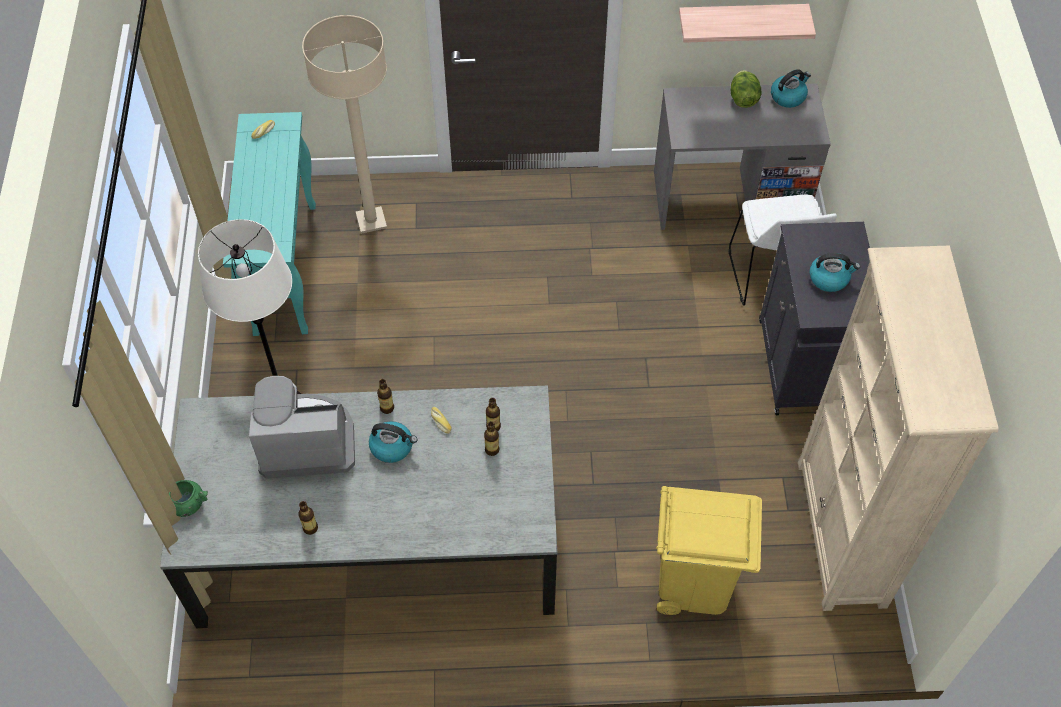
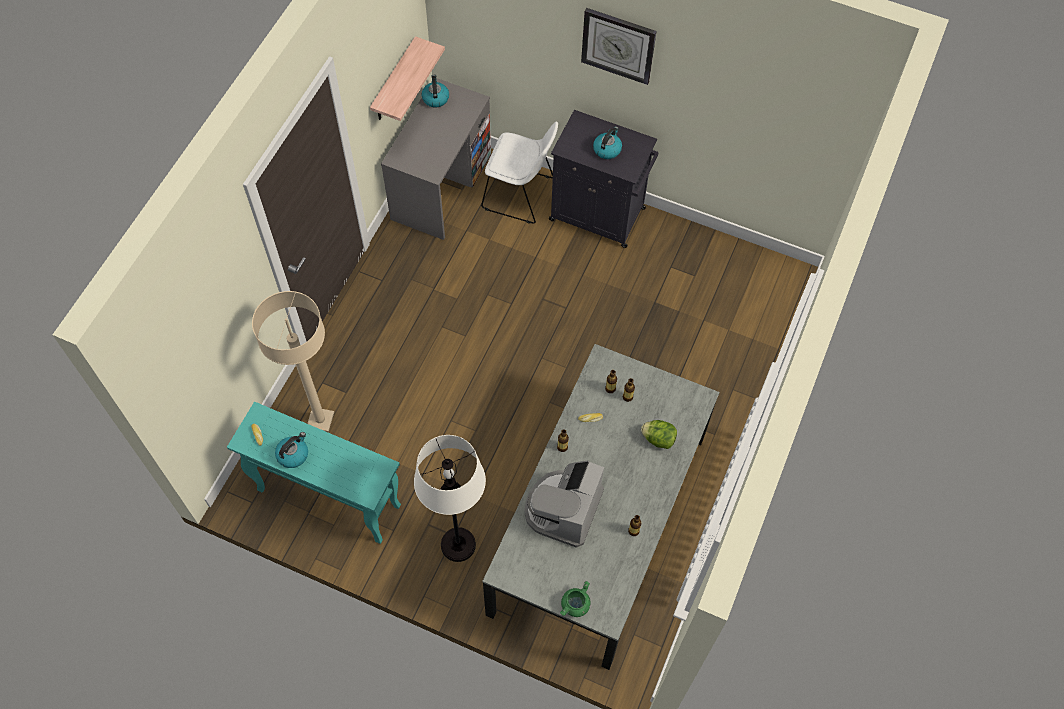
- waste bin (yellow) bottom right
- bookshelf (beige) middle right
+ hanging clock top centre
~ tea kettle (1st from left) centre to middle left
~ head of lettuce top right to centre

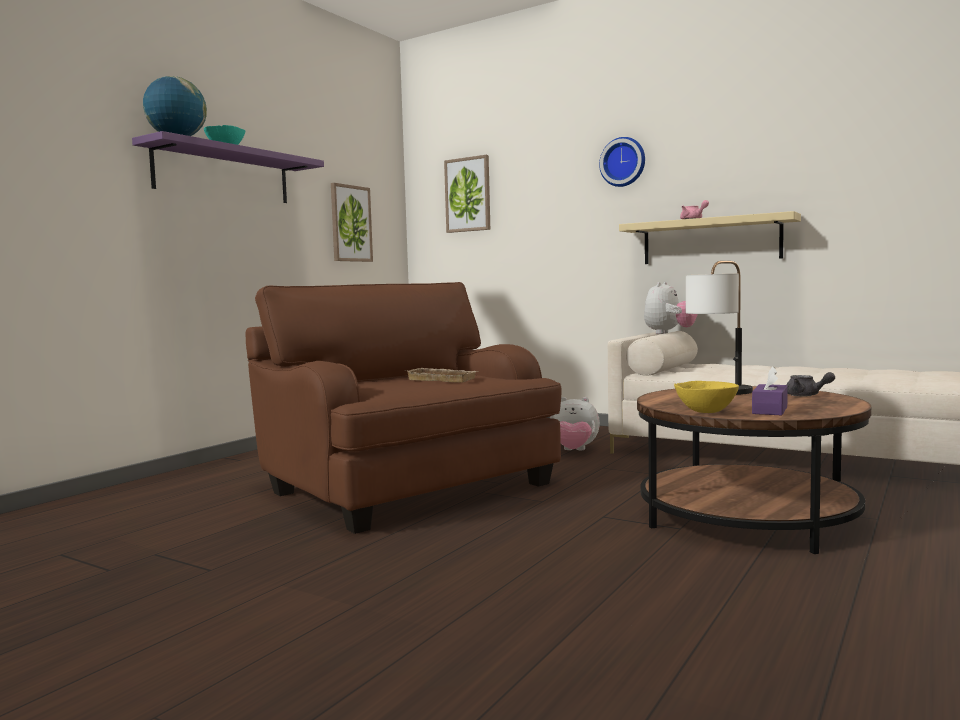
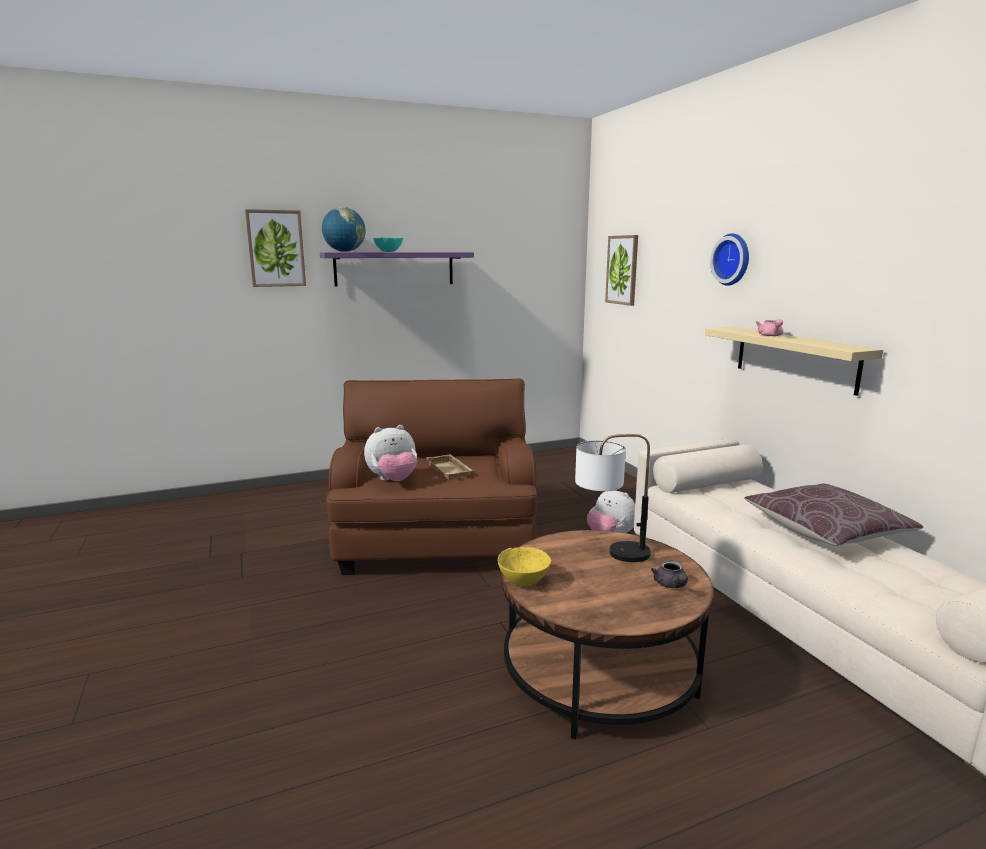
- tissue box (purple-coloured) middle right
+ cushion (brown) middle right
~ picture (1st from left) top centre to top left
~ cuddly toy (2nd from left in the first image) middle right to cuddly toy (1st from left) centre

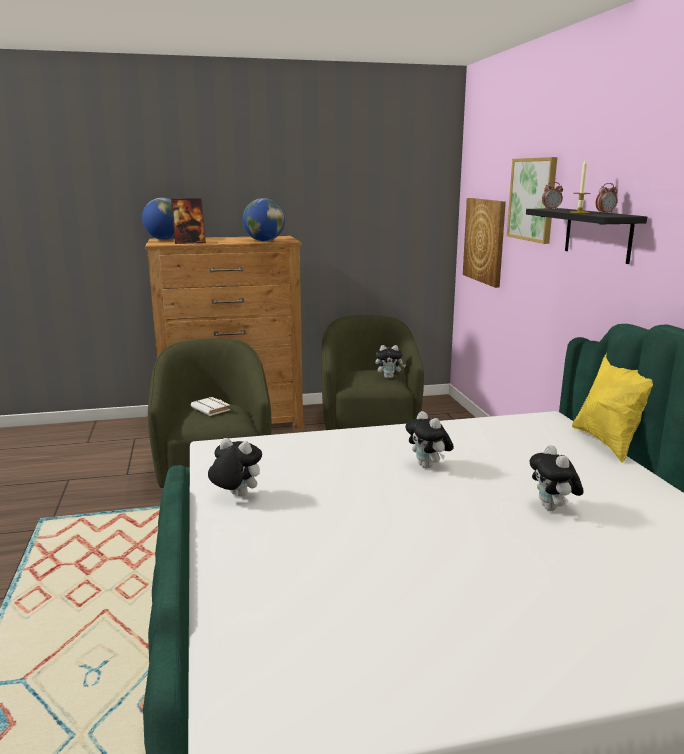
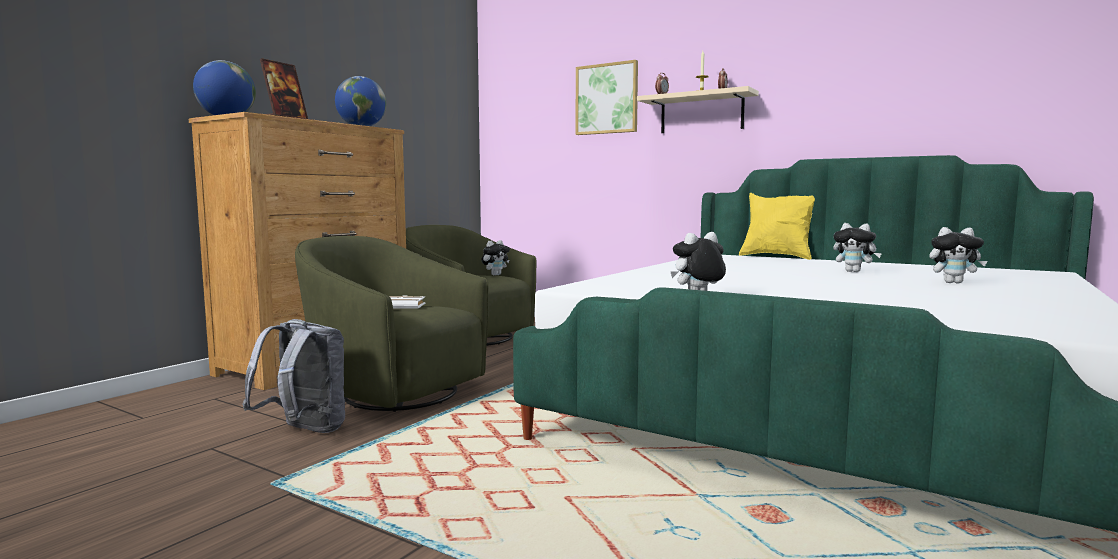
- picture (1st from left) top right
+ rucksack (grey) bottom left
~ cuddly toy (3rd from left in the first image) centre to cuddly toy (4th from left) middle right
~ bracket shelf (black) top right to bracket shelf (beige) top centre

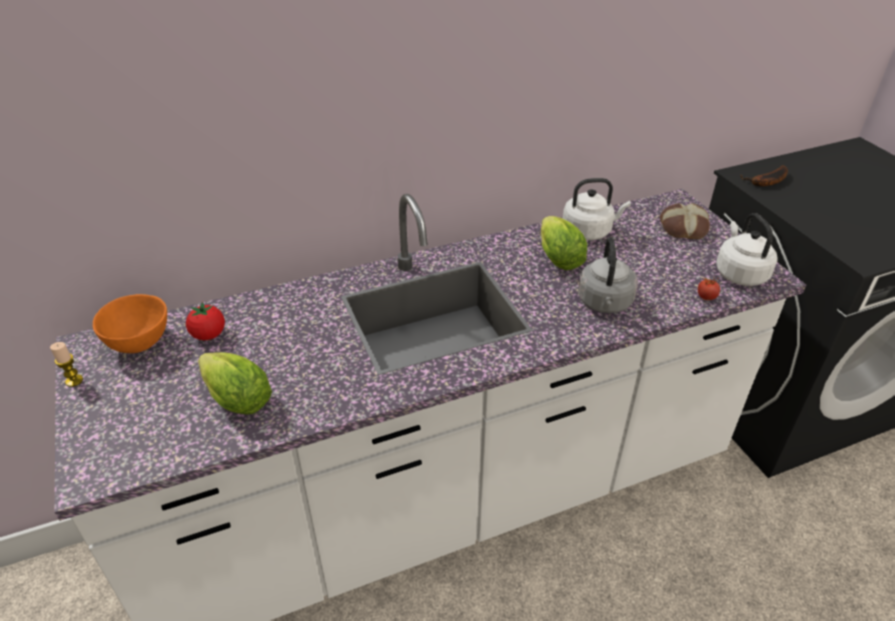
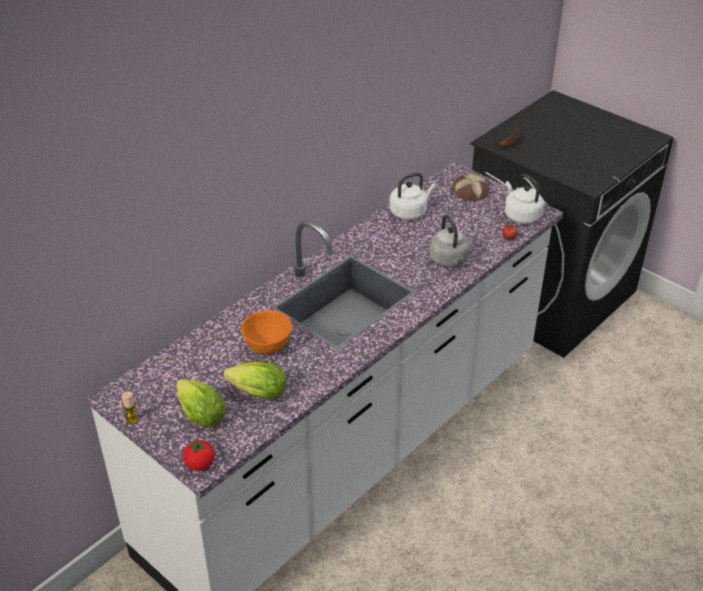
~ serving bowl (orange) middle left to centre
~ tomato (1st from left) middle left to bottom left
~ head of lettuce (2nd from left in the first image) centre to head of lettuce (1st from left) bottom left

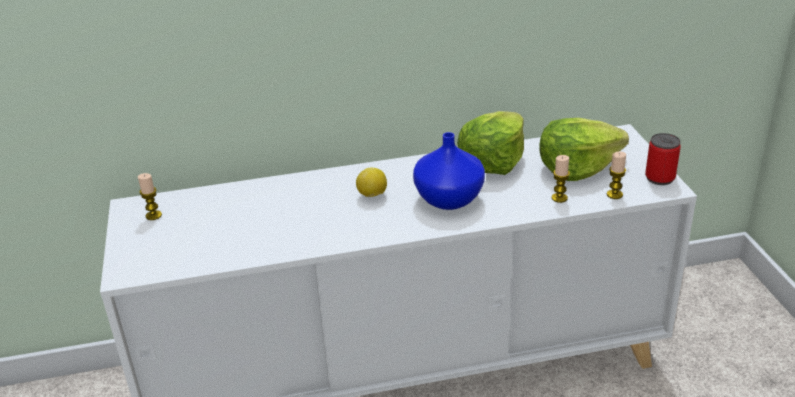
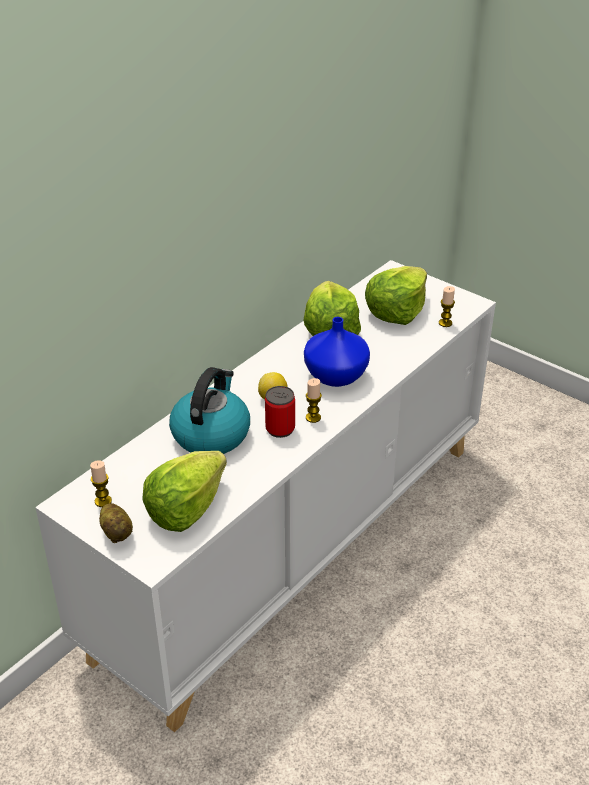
+ spud middle left
+ head of lettuce (1st from left) middle left
+ tea kettle centre
~ wax candle (2nd from left) middle right to centre
~ metal can middle right to centre

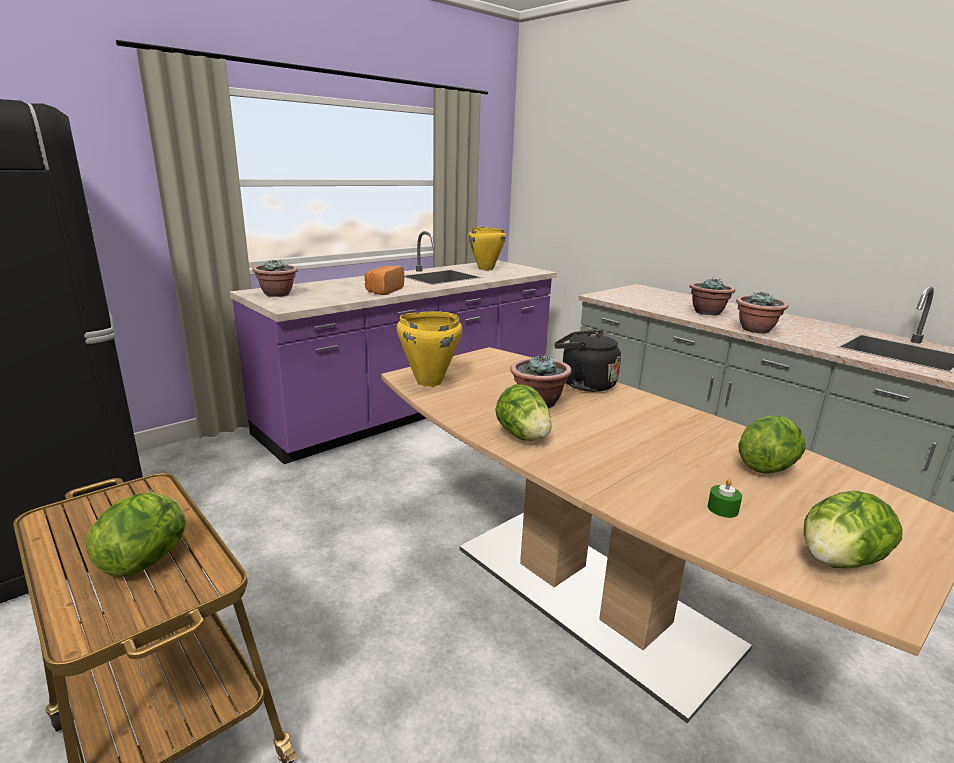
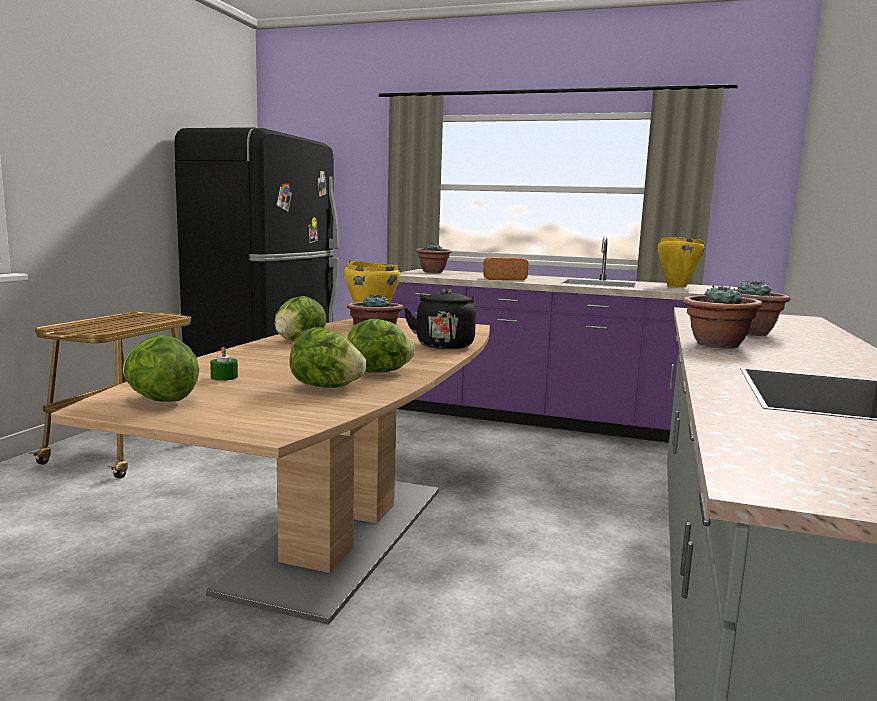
~ head of lettuce (1st from left in the first image) bottom left to head of lettuce (4th from left) centre

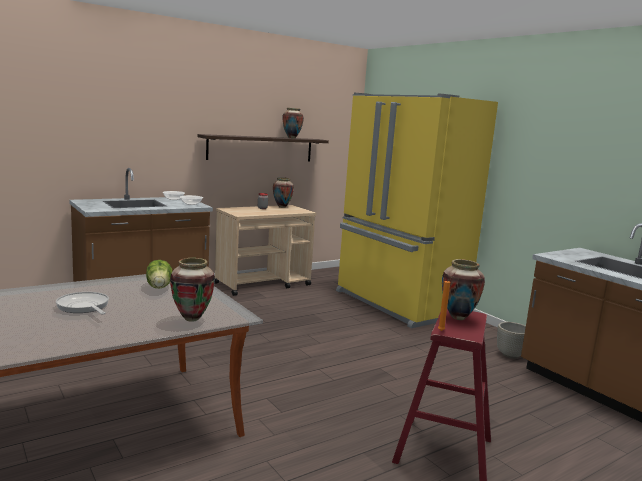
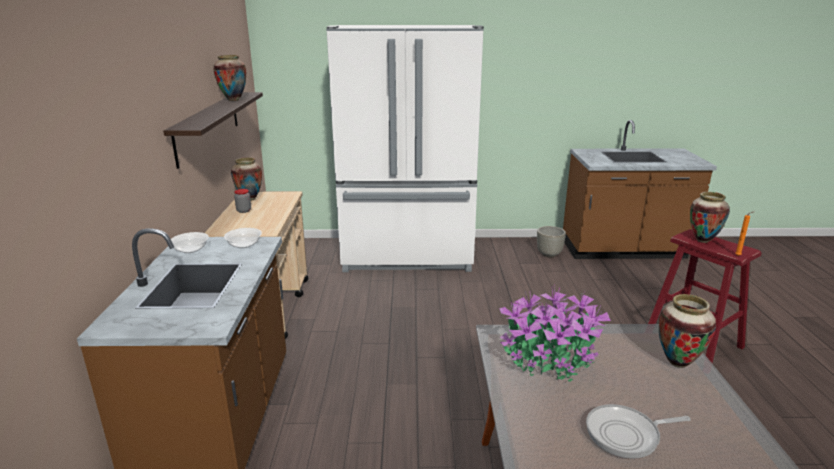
~ head of lettuce middle left to plant in a pot bottom centre
~ refrigerator (yellow) centre to refrigerator (white-coloured) top centre

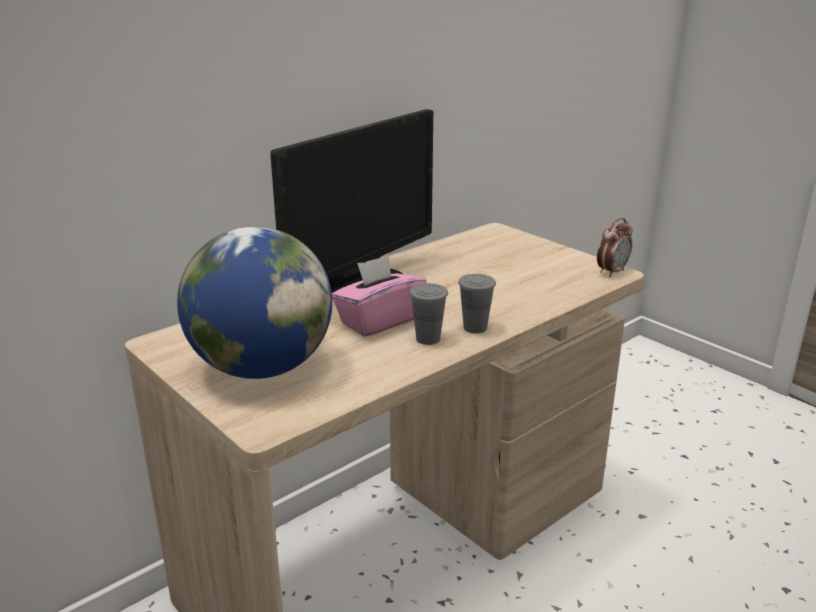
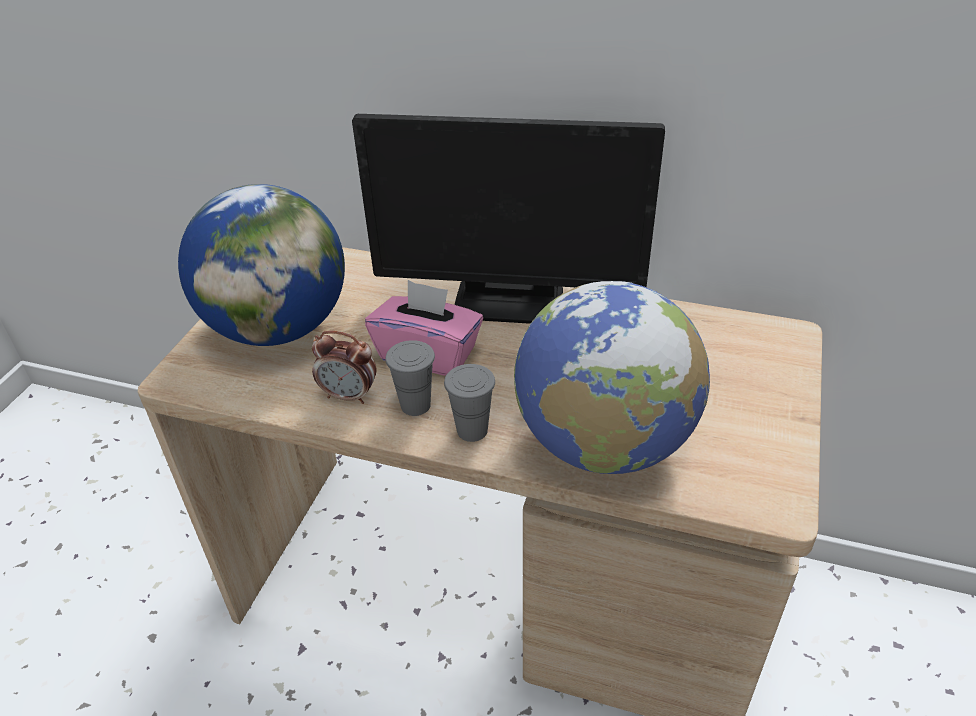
+ desk globe (2nd from left) centre
~ alarm clock middle right to centre

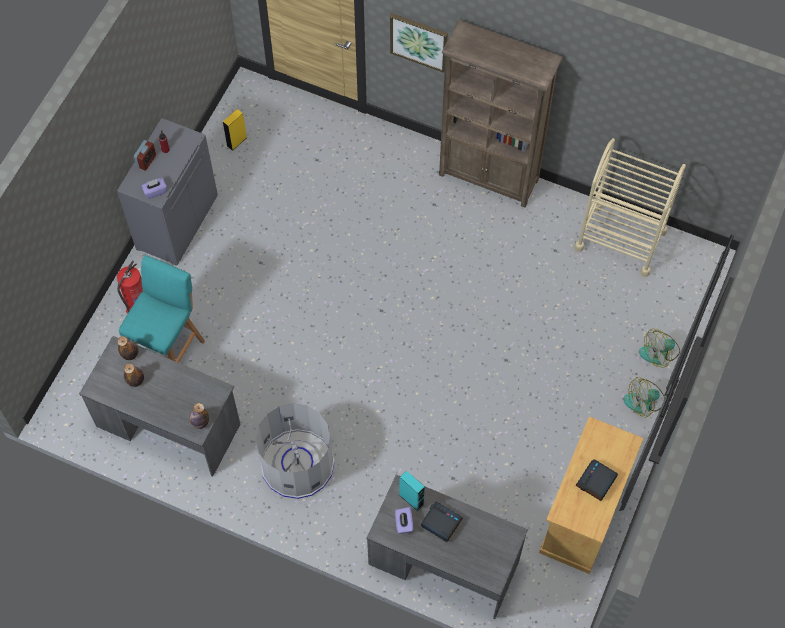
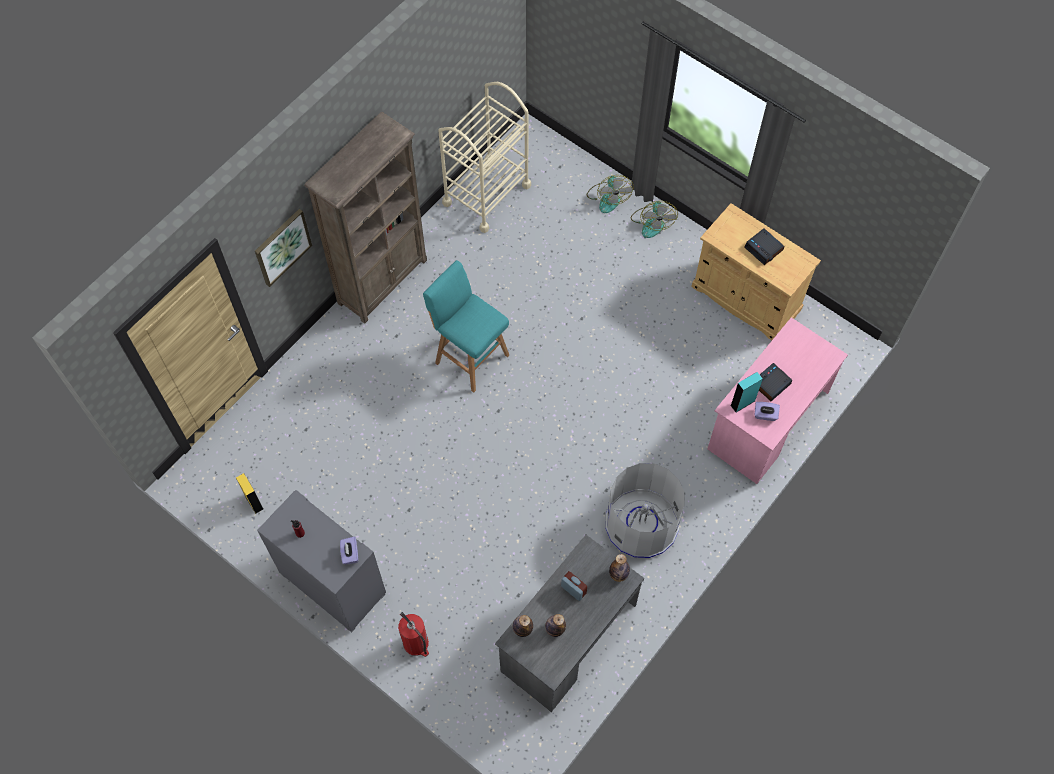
~ sitting stool (turquoise) middle left to centre
~ alarm clock (1st from left) top left to bottom centre
~ desk unit (grey) (2nd from left) bottom centre to desk unit (pink-coloured) middle right

